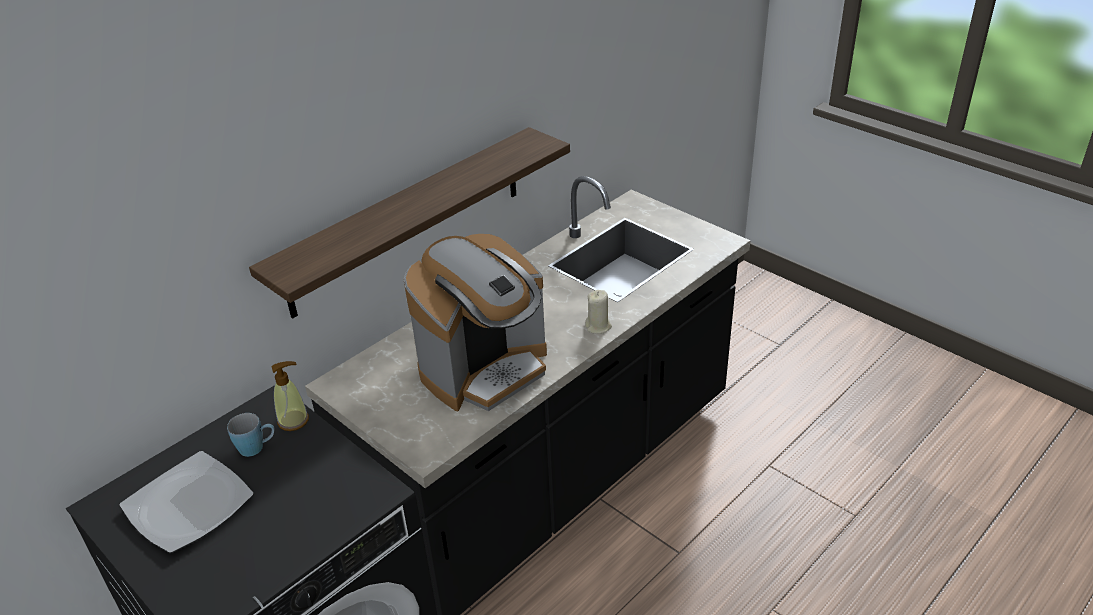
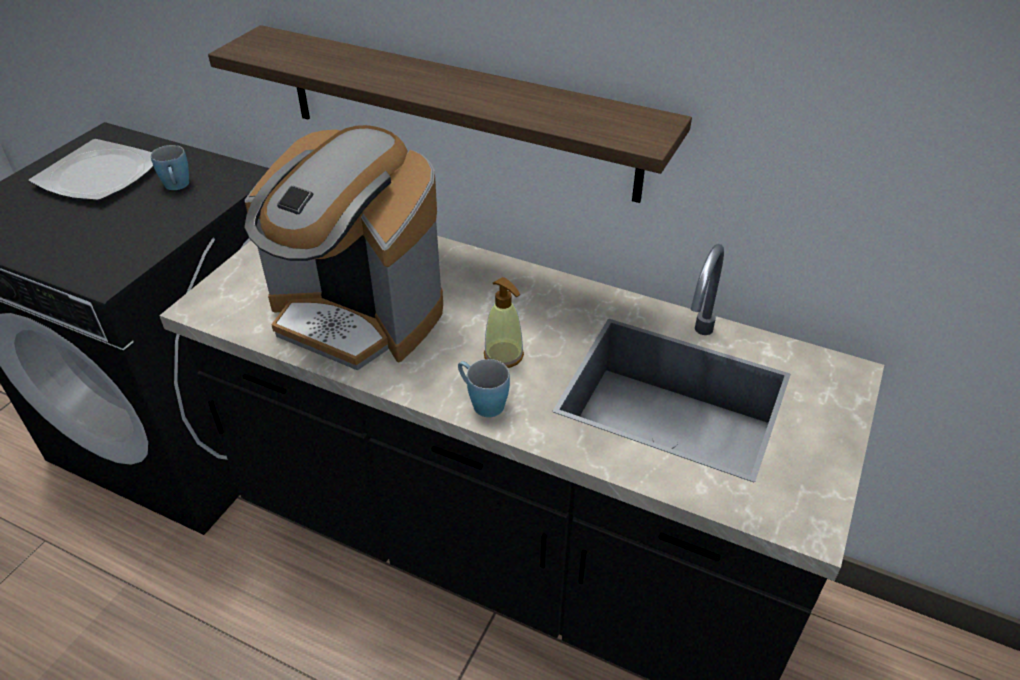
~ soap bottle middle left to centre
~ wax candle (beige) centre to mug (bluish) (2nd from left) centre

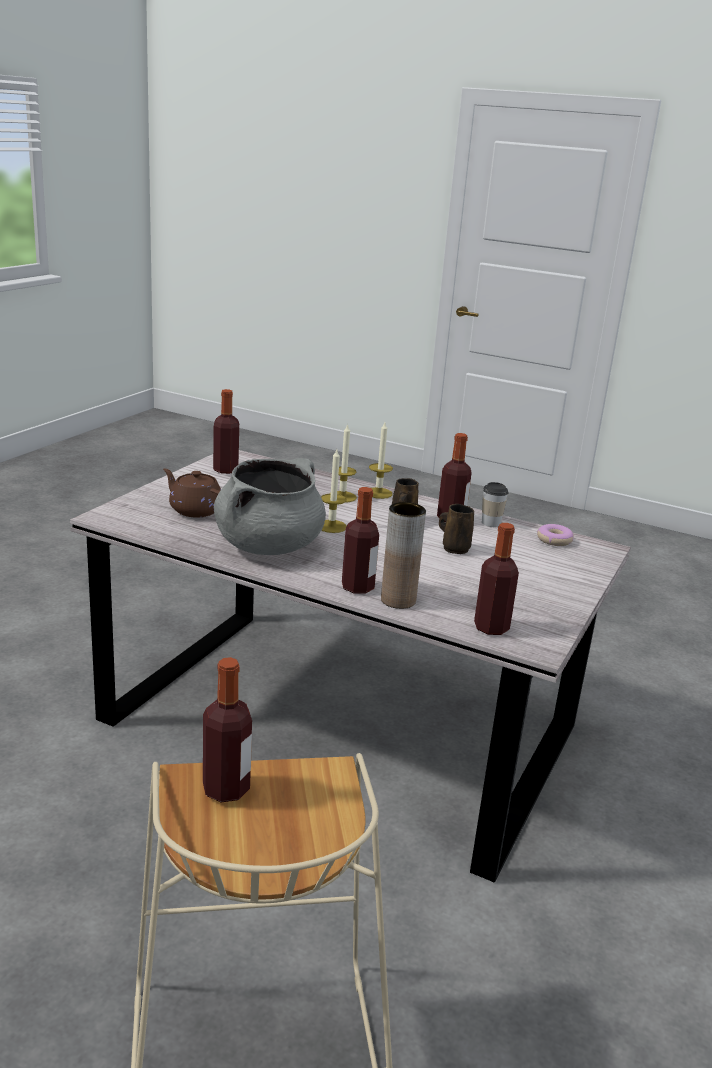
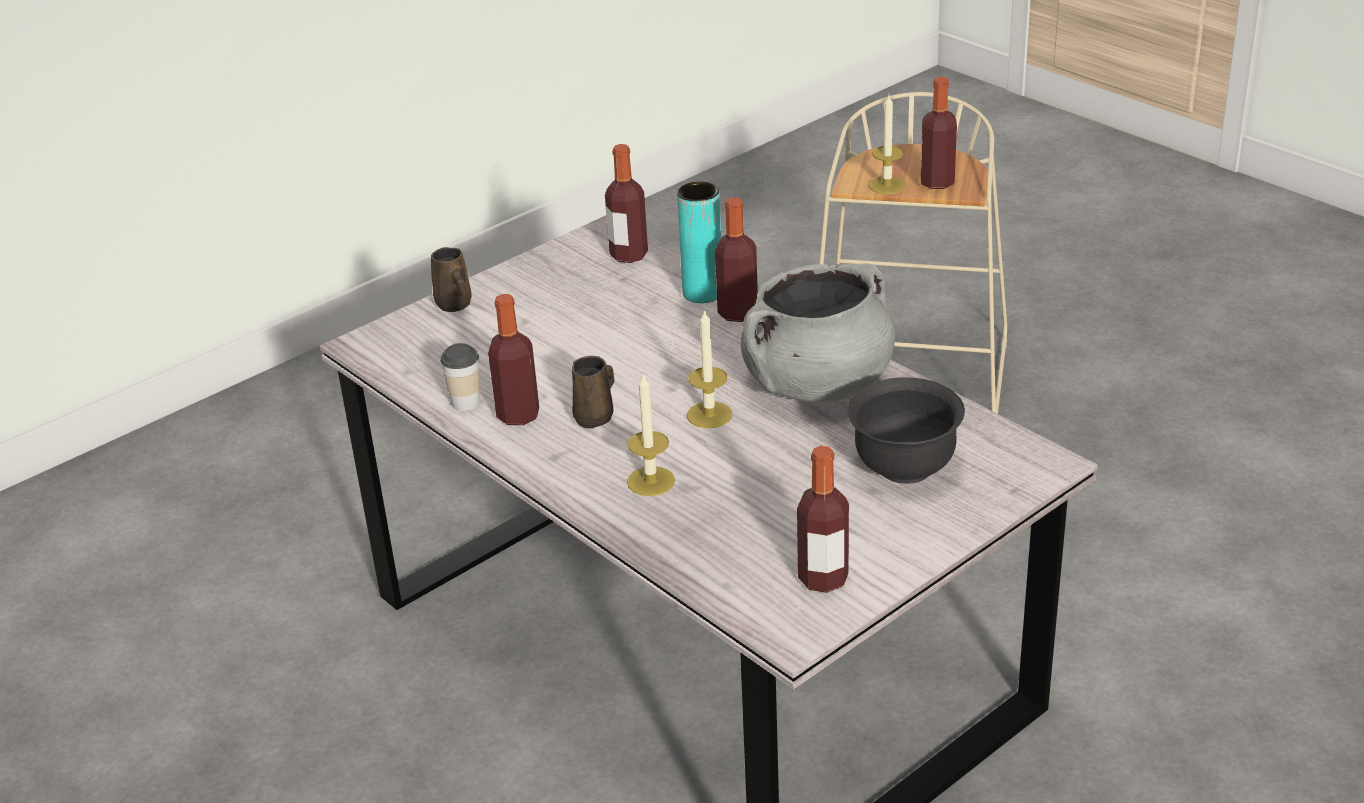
- donut middle right
~ wax candle (3rd from left) centre to top centre
~ mug (brown) (2nd from left in the first image) centre to mug (brown) (1st from left) middle left
~ tea pot (brown) middle left to serving bowl (black) centre
~ vase (brown) centre to vase (turquoise) top centre

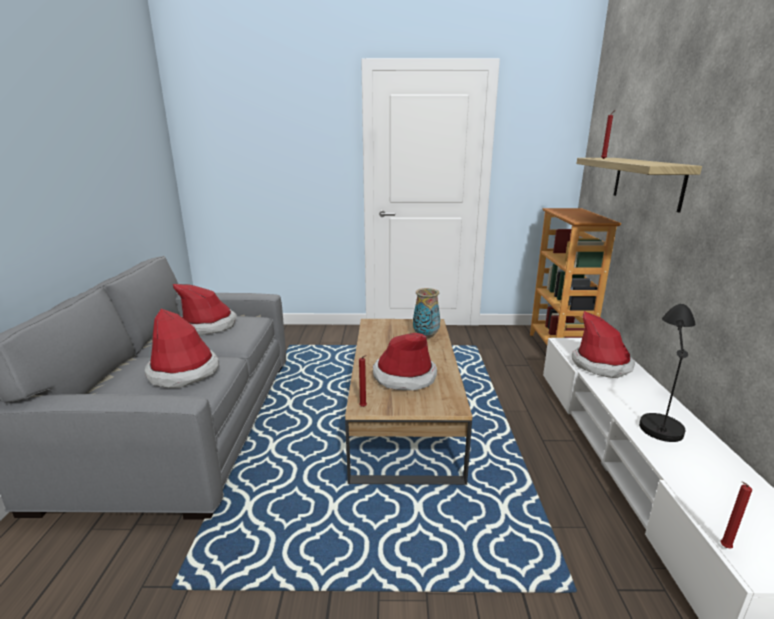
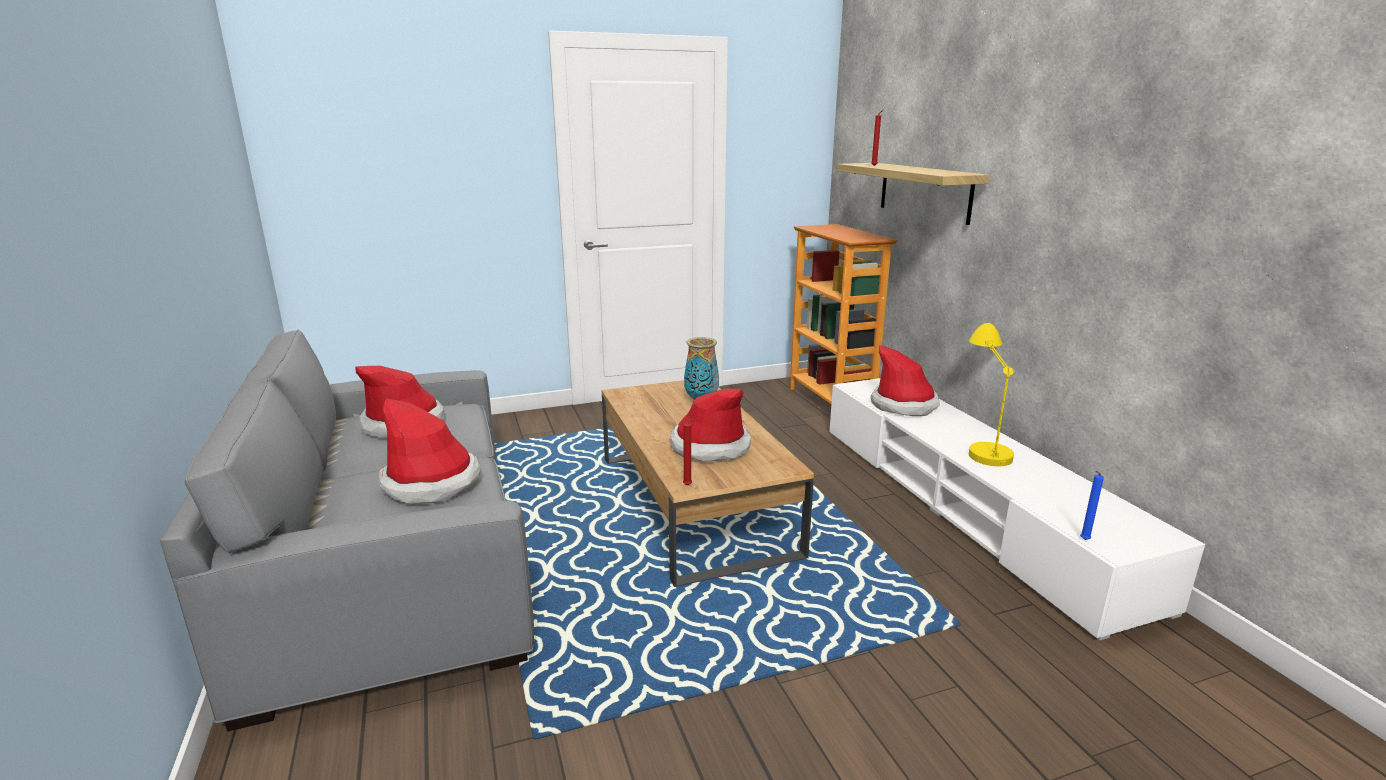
~ table lamp (black) middle right to table lamp (yellow) middle right
~ wax candle (red-coloured) (3rd from left) bottom right to wax candle (bluish) middle right

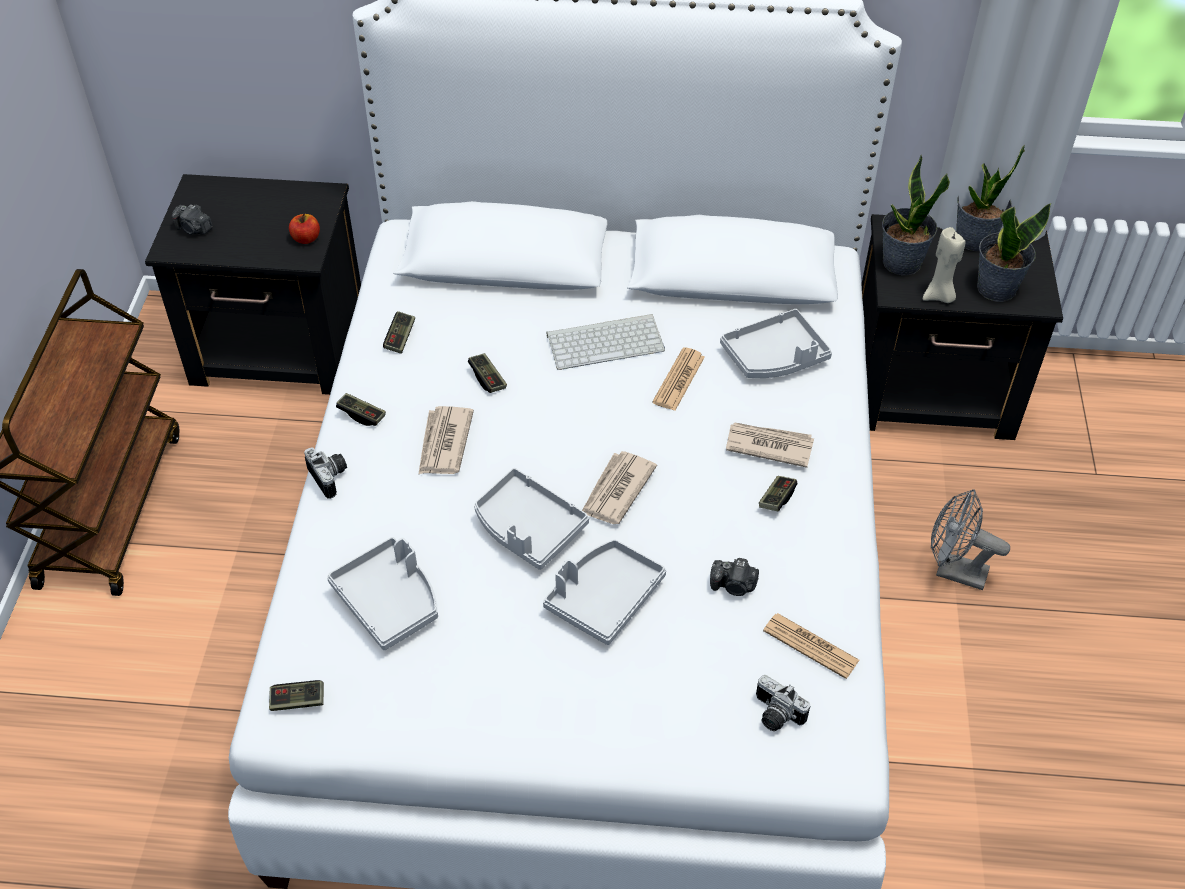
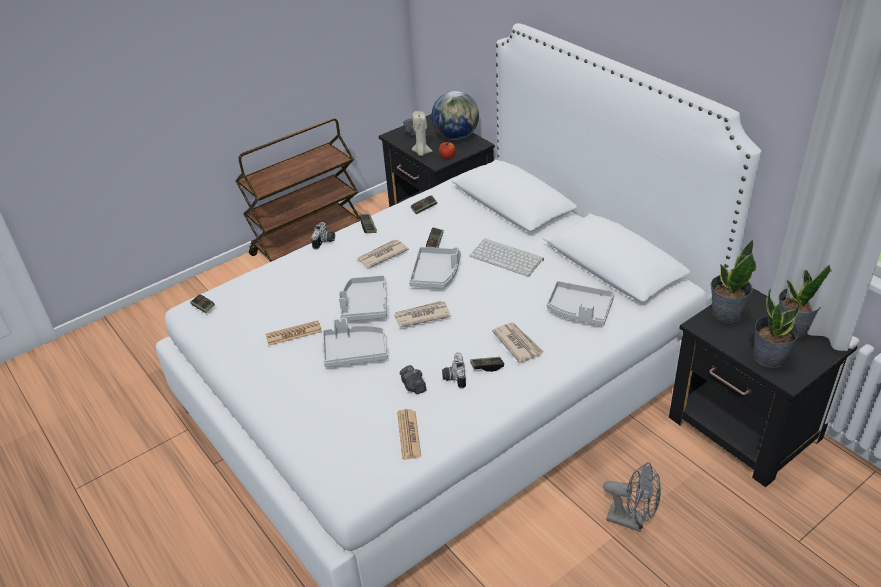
+ desk globe top centre
~ serving tray (grey) (1st from left in the first image) bottom left to serving tray (grey) (3rd from left) centre
~ printed paper (3rd from left in the first image) centre to printed paper (1st from left) middle left
~ still camera (4th from left) bottom centre to centre
~ wax candle (beige) top right to top centre
~ cooling fan (grey) middle right = bottom right 135 degrees clockwise

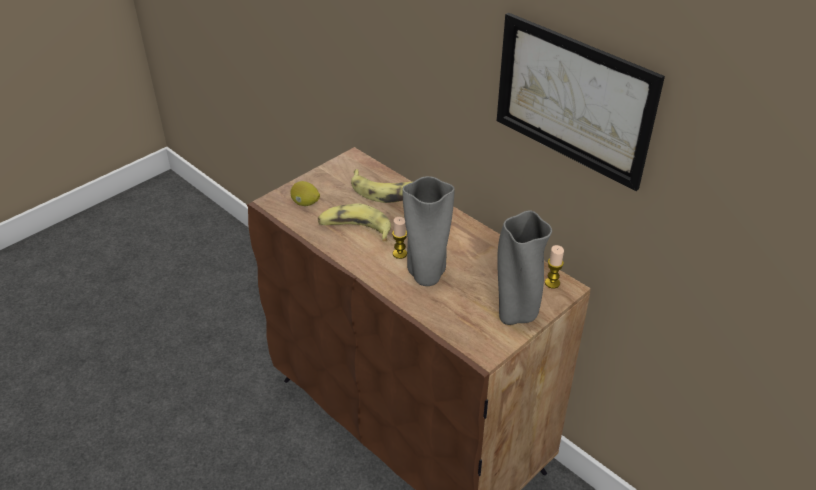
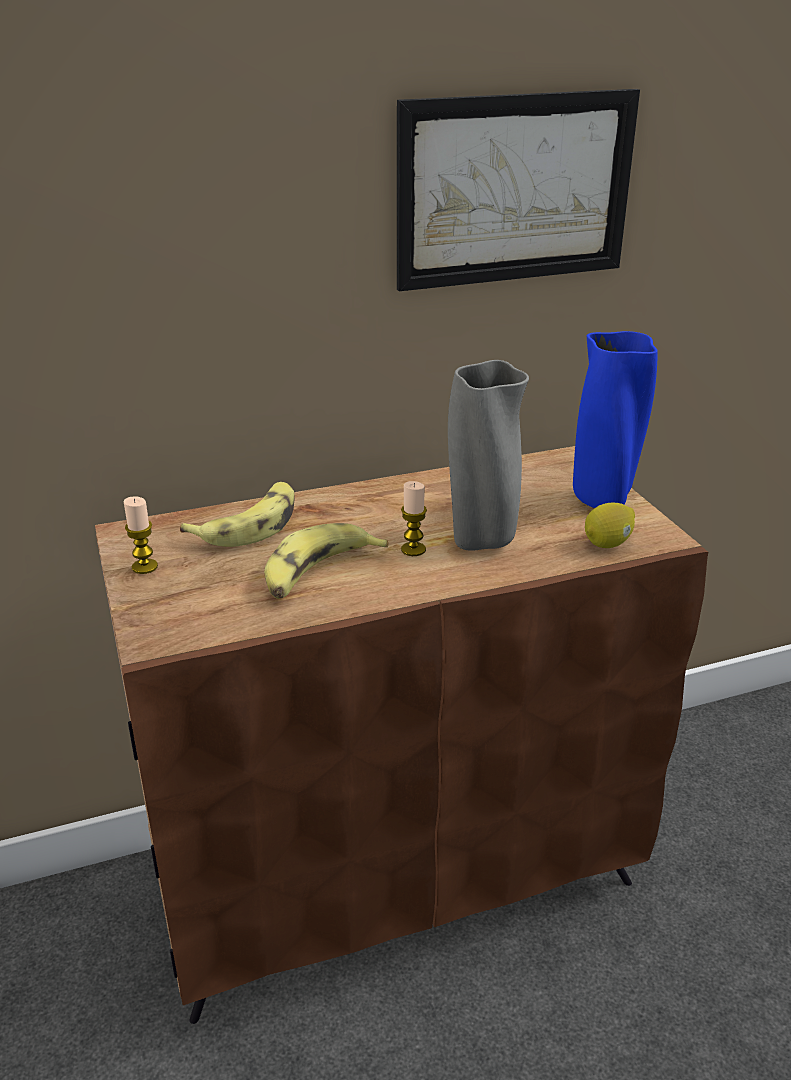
~ lemon centre to middle right
~ wax candle (2nd from left in the first image) middle right to wax candle (1st from left) middle left
~ vase (grey) (2nd from left) centre to vase (bluish) middle right

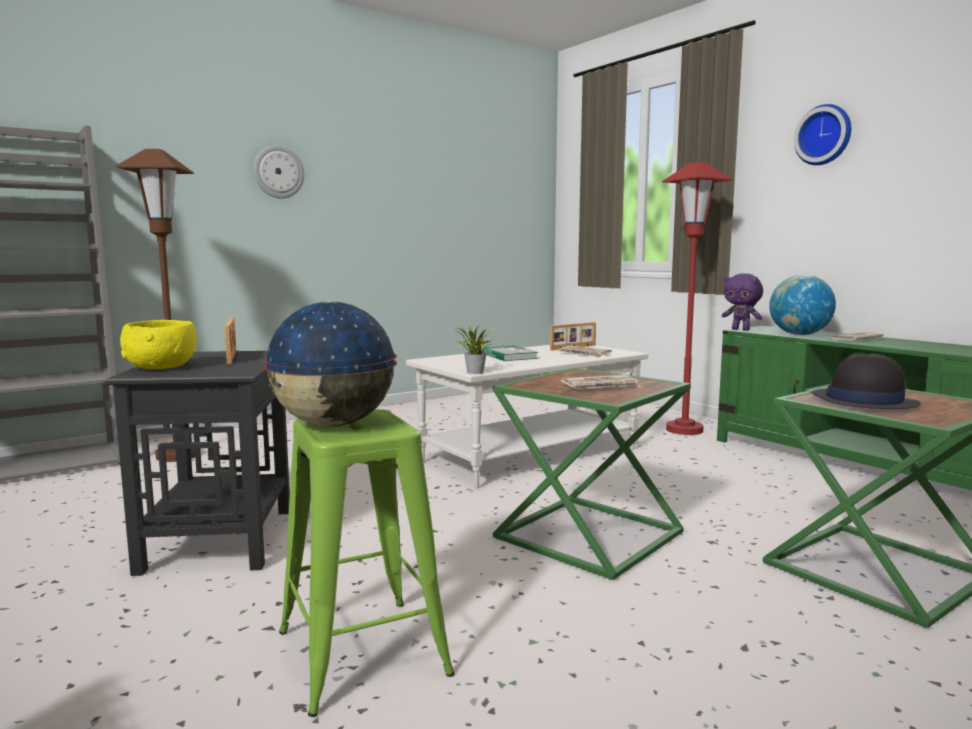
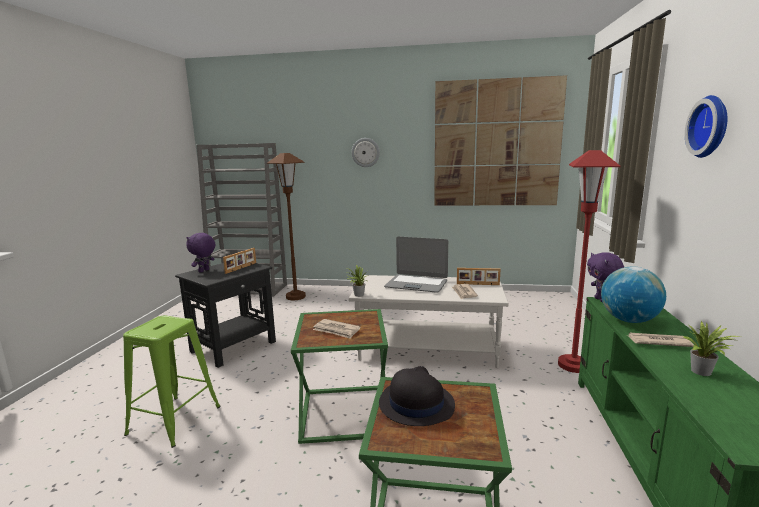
- desk globe (1st from left) centre
+ picture top centre
+ plant in a pot (2nd from left) bottom right
~ serving bowl (yellow) middle left to cuddly toy (purple-coloured) (1st from left) middle left
~ volume centre to portable computer centre

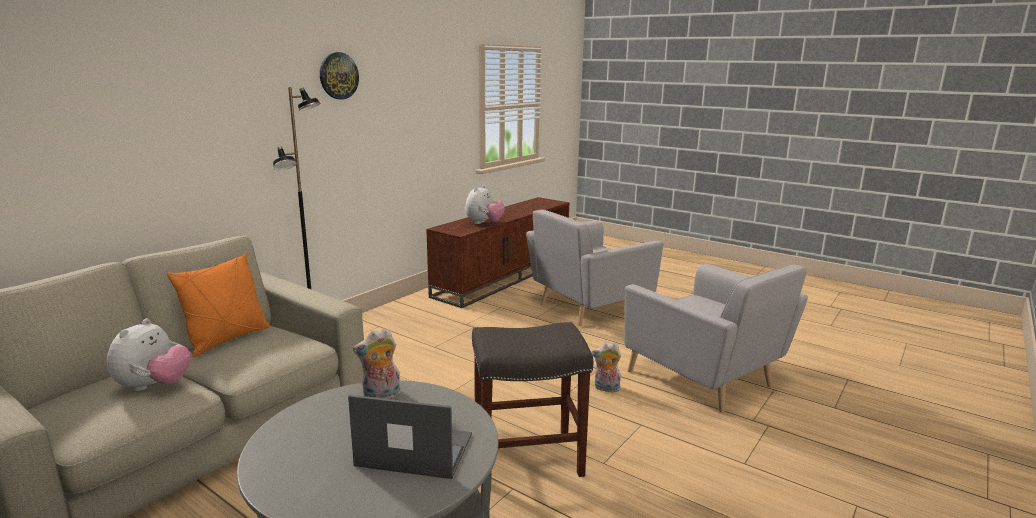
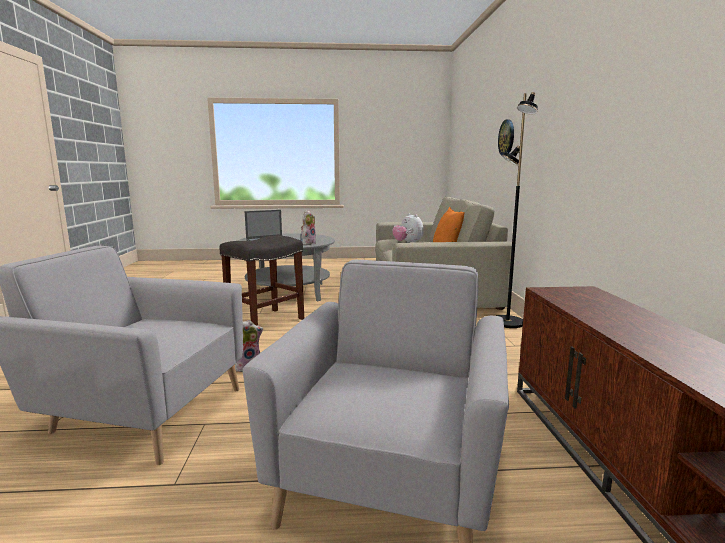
- cuddly toy (3rd from left) centre
~ hanging clock top left to top right

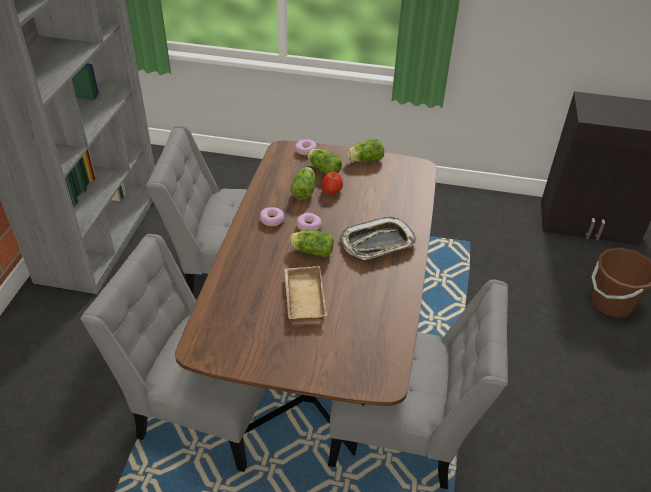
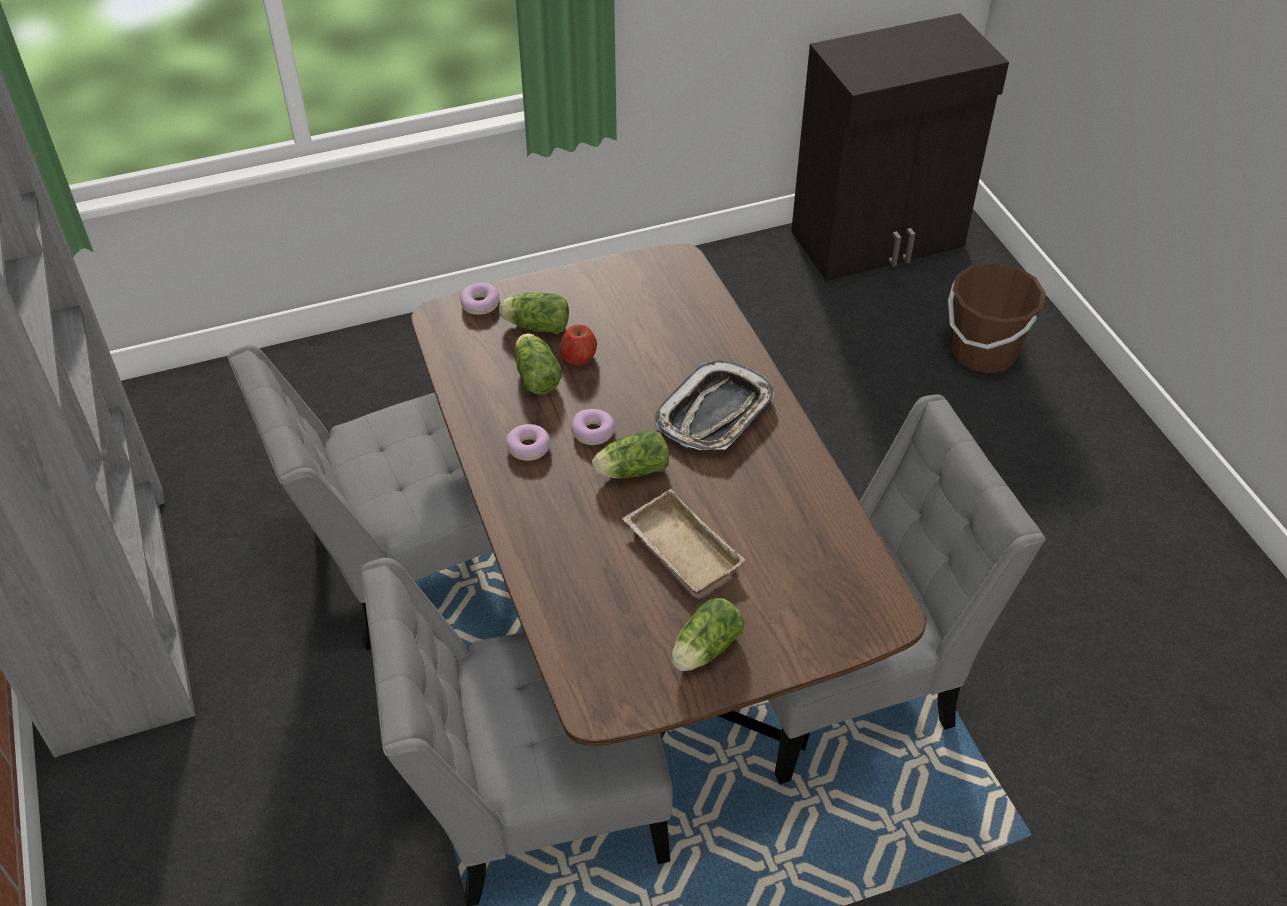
~ head of lettuce (4th from left) top centre to bottom centre

